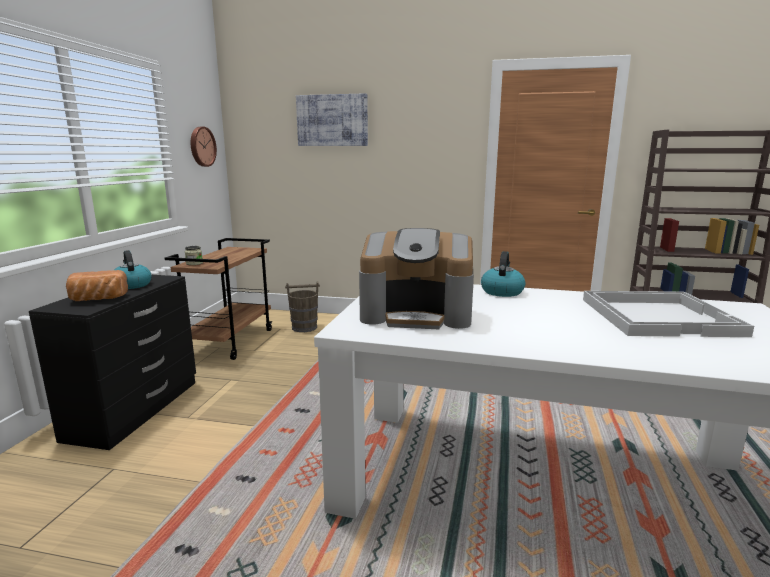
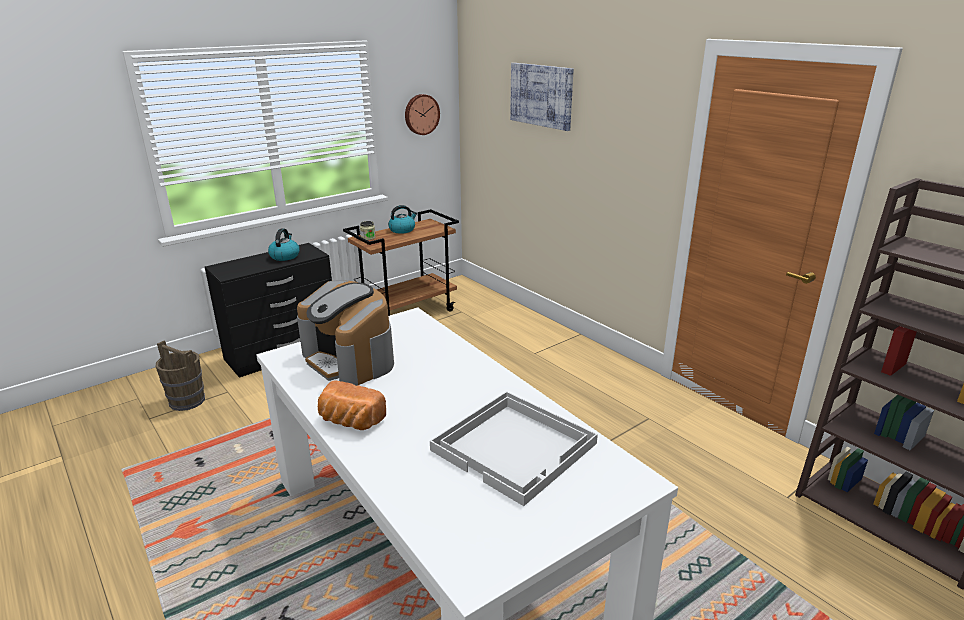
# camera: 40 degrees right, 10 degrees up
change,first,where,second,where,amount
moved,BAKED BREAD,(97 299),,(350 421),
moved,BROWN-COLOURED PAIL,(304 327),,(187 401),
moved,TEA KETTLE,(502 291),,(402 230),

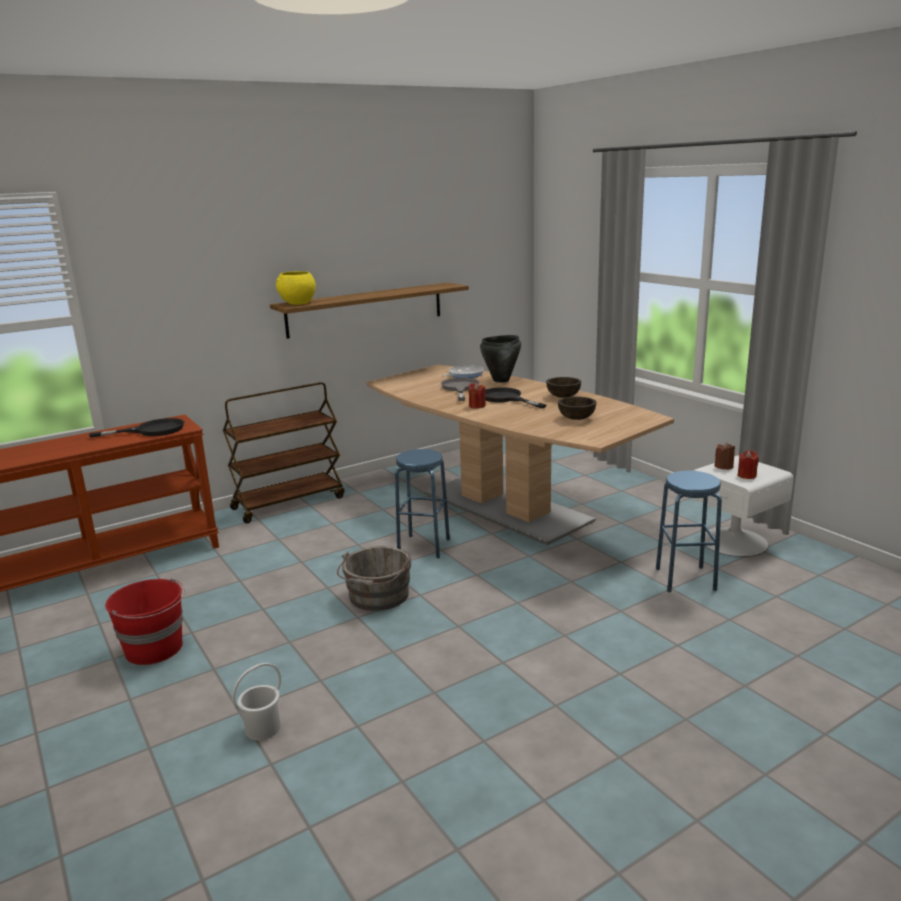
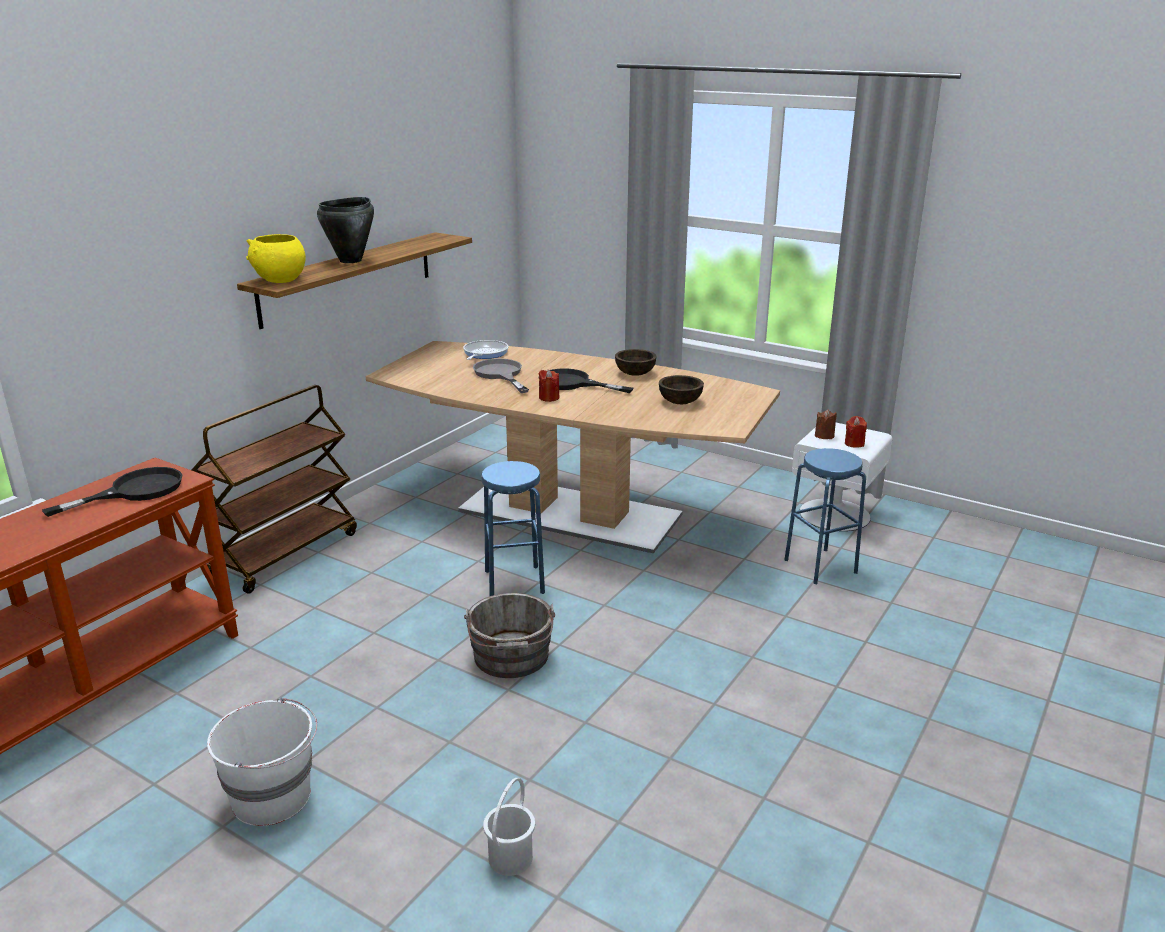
# camera: 25 degrees left, 5 degrees up
change,first,where,second,where,amount
recoloured,RED-COLOURED PAIL,(155 649),WHITISH PAIL,(273 797),
moved,BLACK COOKING POT,(501 380),,(351 260),

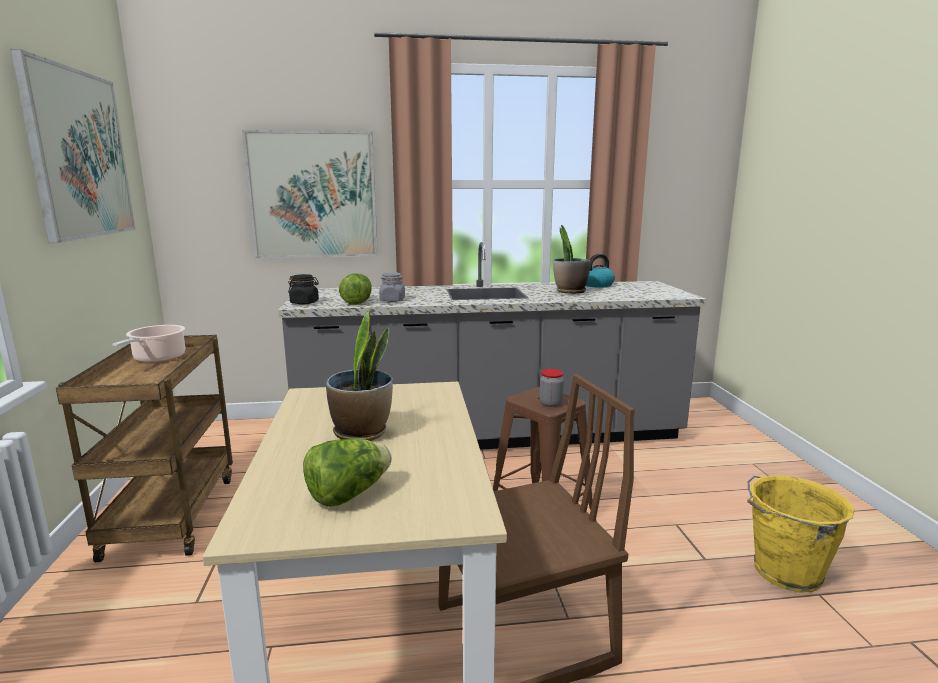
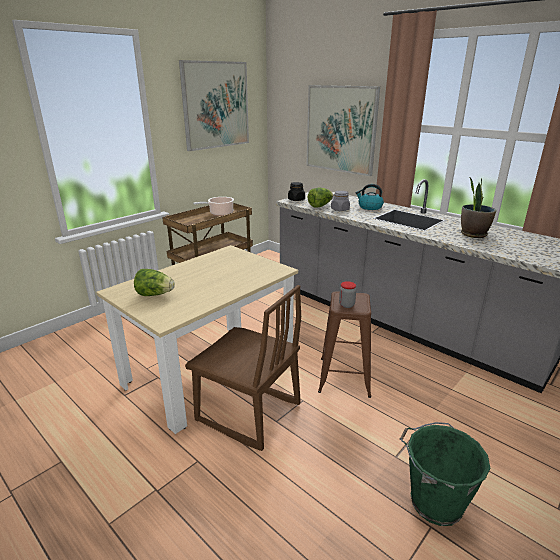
# camera: 50 degrees right, 10 degrees up
change,first,where,second,where,amount
removed,POTTED PLANT,(362 433),,,
moved,TEA KETTLE,(596 285),,(369 207),
recoloured,YELLOW PAIL,(784 572),GREEN PAIL,(434 501),

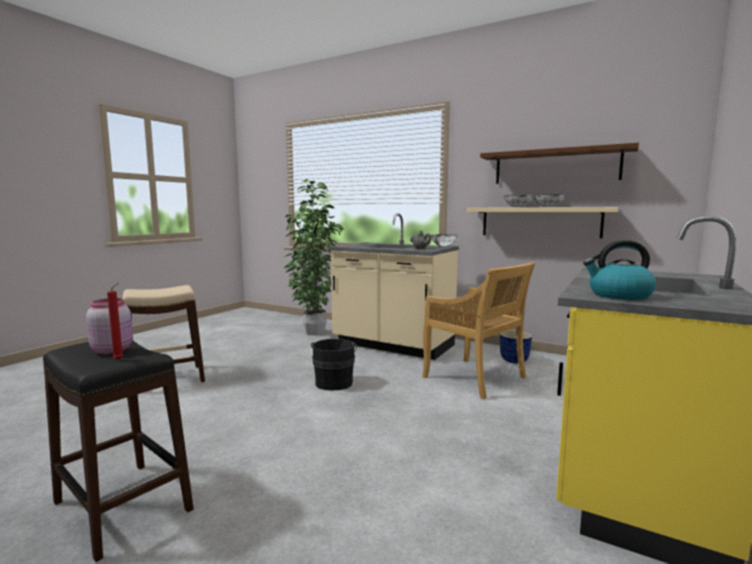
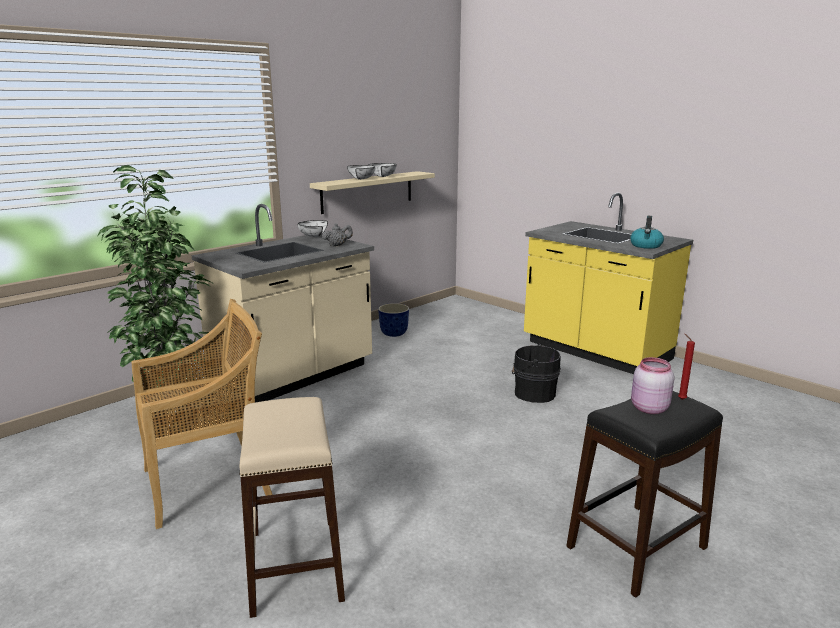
# camera: 75 degrees left, 10 degrees up
change,first,where,second,where,amount
moved,BLACK PAIL,(334 382),,(532 393),
moved,BEIGE-COLOURED CHAIR,(475 378),,(209 481),
removed,BROWN-COLOURED BRACKET SHELF,(555 166),,,

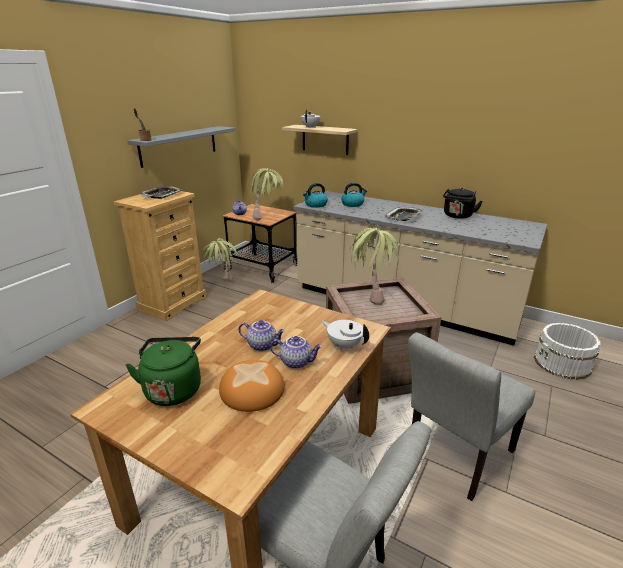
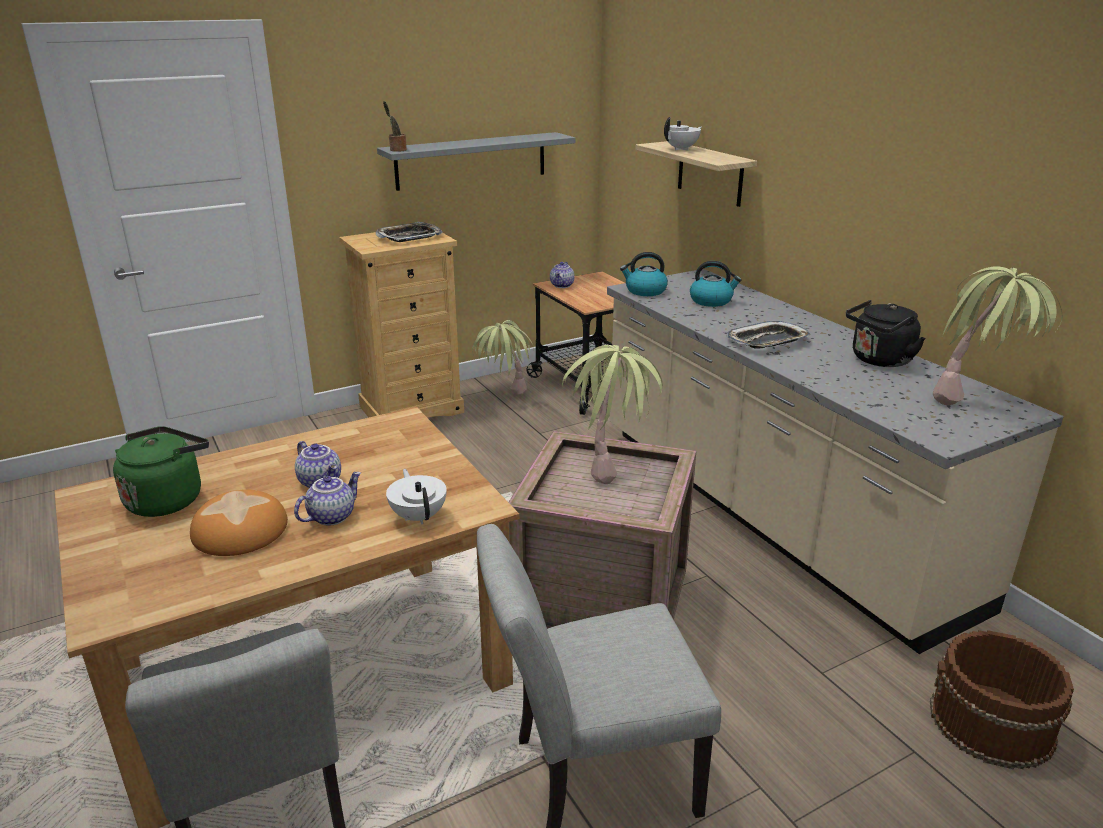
# camera: 30 degrees right, 0 degrees up
change,first,where,second,where,amount
moved,POTTED PLANT,(268 218),,(978 402),
turned,POT FOR TEA,(296 362),,(331 516),90 degrees counterclockwise
recoloured,WHITISH PAIL,(562 363),BROWN-COLOURED PAIL,(991 724),

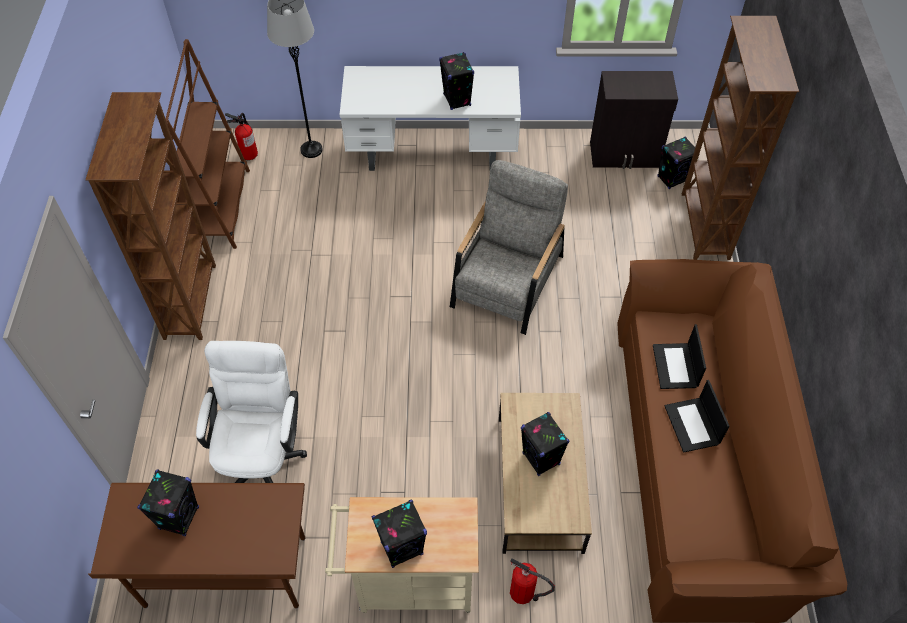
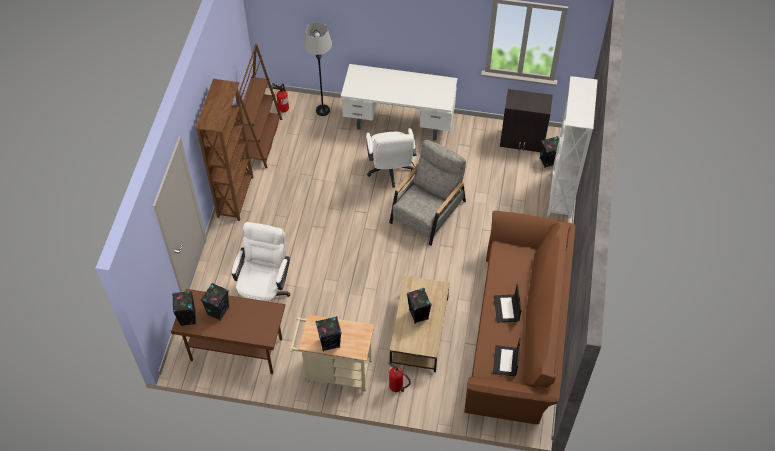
# camera: 10 degrees right, 0 degrees up
change,first,where,second,where,amount
moved,BLACK AUDIO SPEAKER,(457 100),,(188 318),
moved,LAPTOP,(675 366),,(506 361),
recoloured,BROWN-COLOURED SHELVING UNIT,(704 226),WHITISH SHELVING UNIT,(560 195),
added,,,WHITISH OFFICE CHAIR,(390 171),

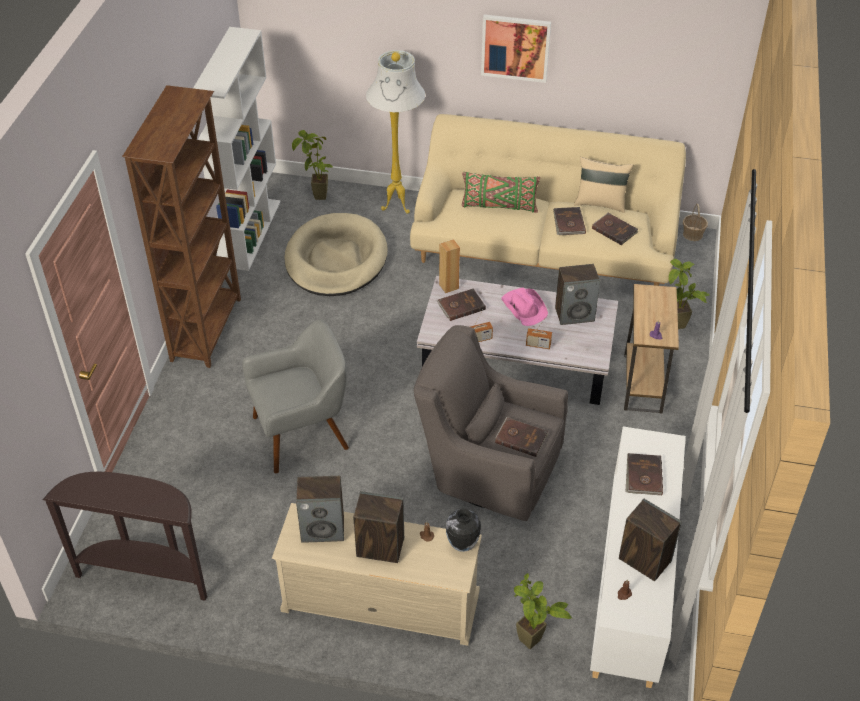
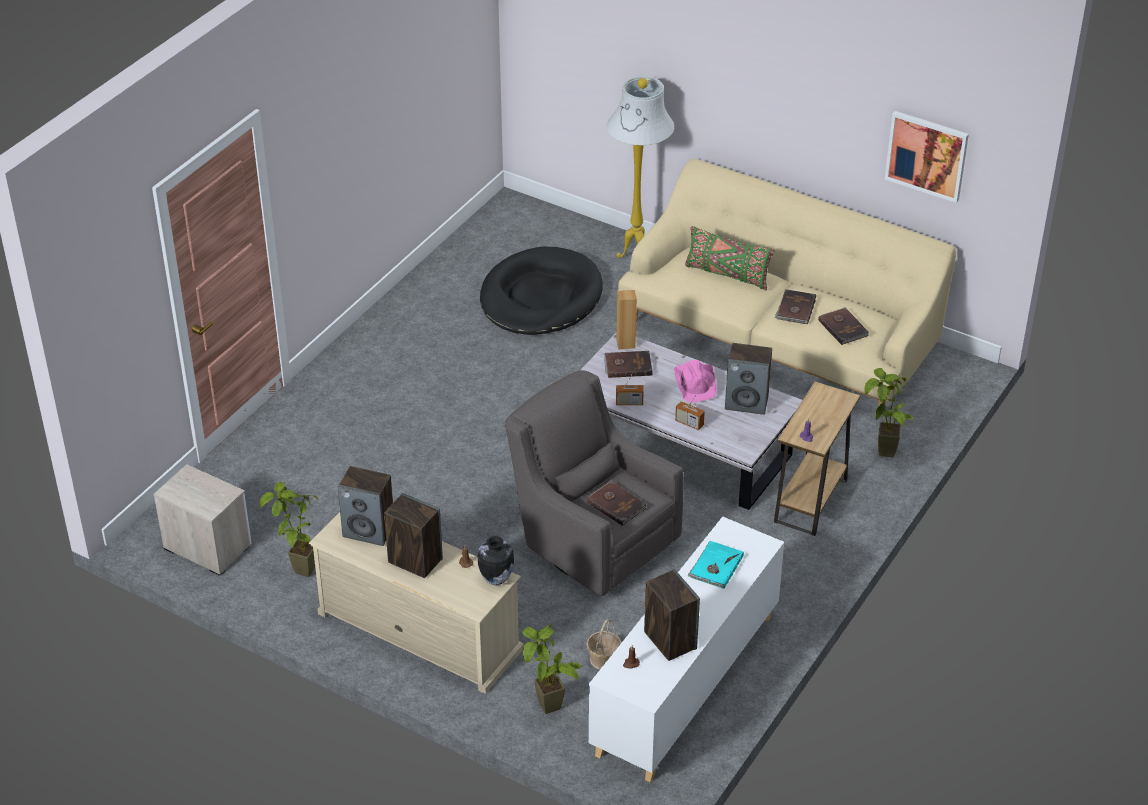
# camera: 20 degrees right, 5 degrees down
change,first,where,second,where,amount
replaced,BROWN-COLOURED NARROW TABLE,(146 573),NIGHTSTAND,(206 546),
removed,BROWN-COLOURED SHELVING UNIT,(207 329),,,
removed,WHITISH SHELVING UNIT,(250 233),,,
removed,GREY ARMCHAIR,(302 433),,,
recoloured,BEIGE-COLOURED PET BED,(336 259),BLACK PET BED,(540 297),
moved,POTTED PLANT,(318 200),,(299 575),
moved,PICTURE,(515 47),,(927 155),
removed,BEIGE-COLOURED THROW PILLOW,(600 203),,,
recoloured,BROWN-COLOURED BOUND BOOK,(643 476),BLUE-GREEN BOUND BOOK,(715 567),
moved,STORAGE BASKET,(692 234),,(603 659),

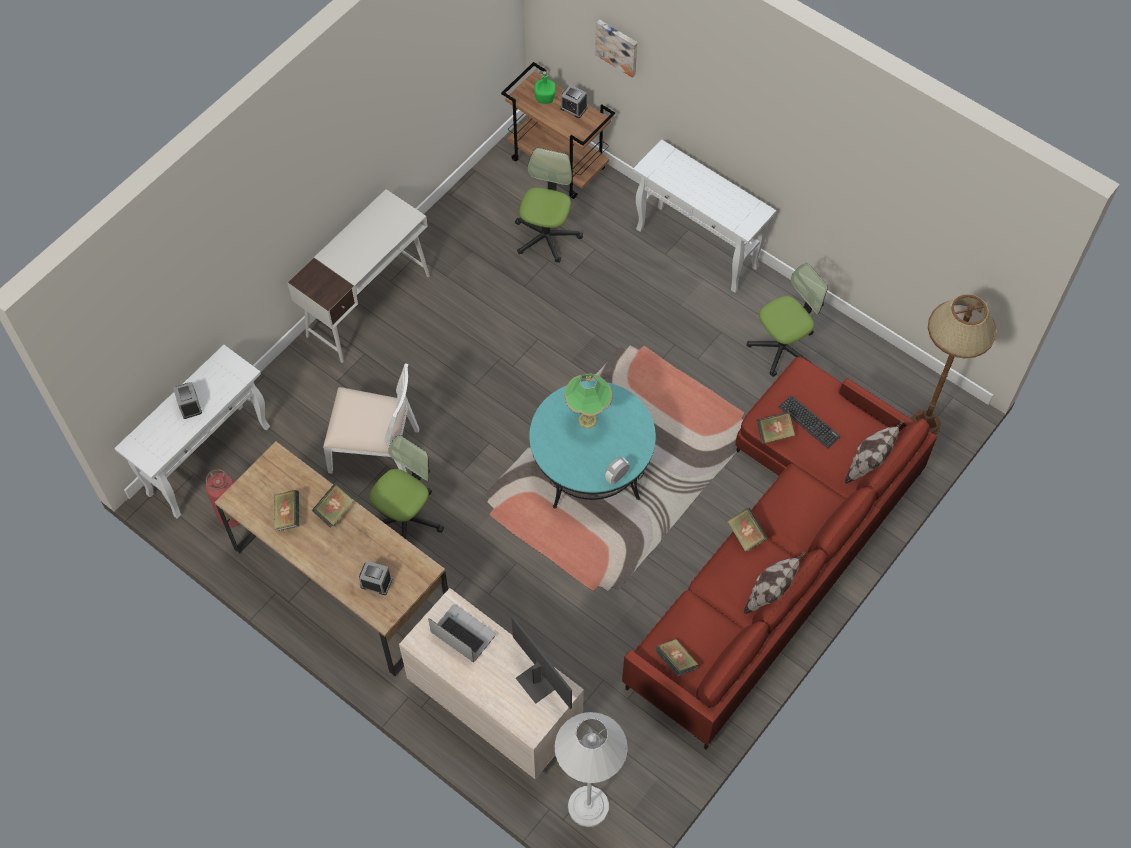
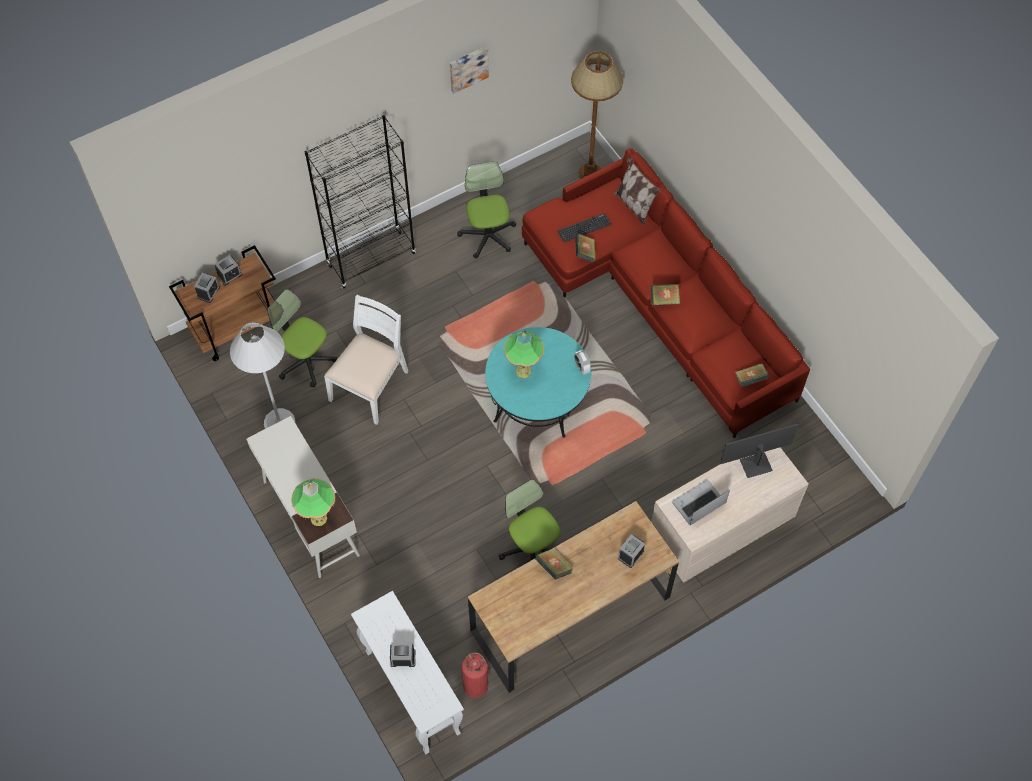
# camera: 70 degrees left, 0 degrees up
change,first,where,second,where,amount
removed,BOUND BOOK,(288 516),,,
moved,WHITISH CHAIR,(375 449),,(370 386),
replaced,GREEN DRINK BOTTLE,(545 98),BEDSIDE CLOCK,(208 292),
moved,WHITISH FLOOR LAMP,(588 806),,(279 422),
moved,PICTURE,(617 47),,(468 68),
replaced,WHITISH NARROW TABLE,(698 249),BLACK SHELVING UNIT,(371 259),
removed,THROW PILLOW,(770 594),,,
added,,,TABLETOP LAMP,(319 518),

